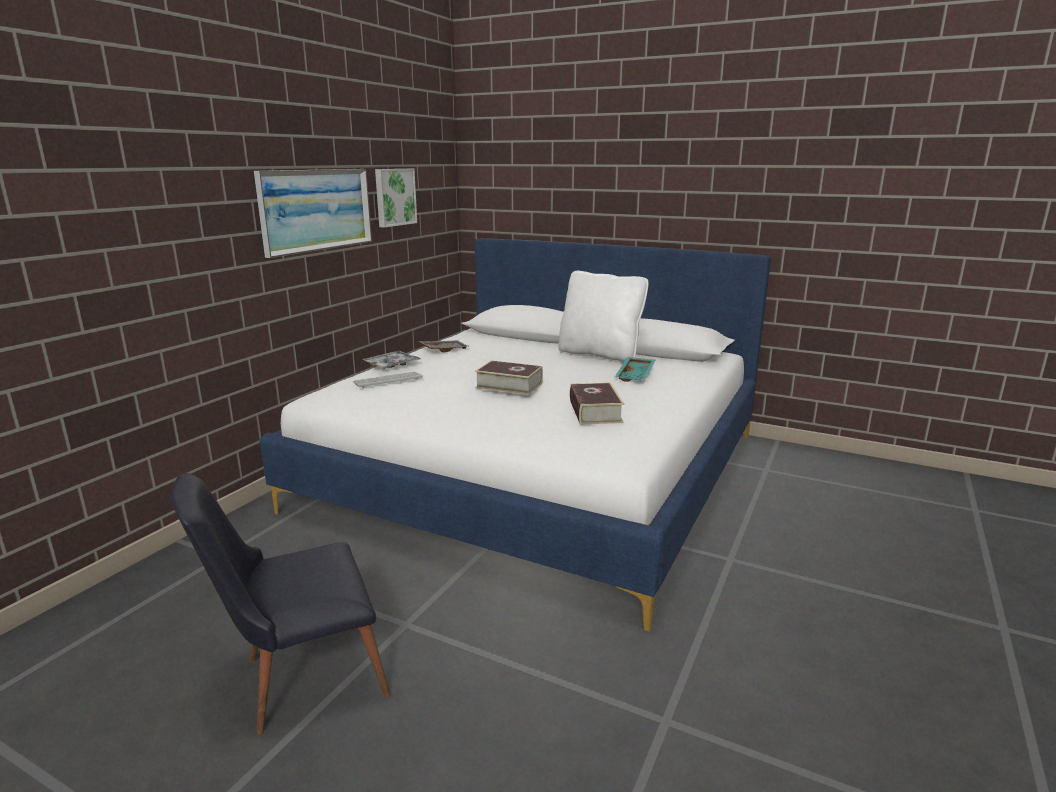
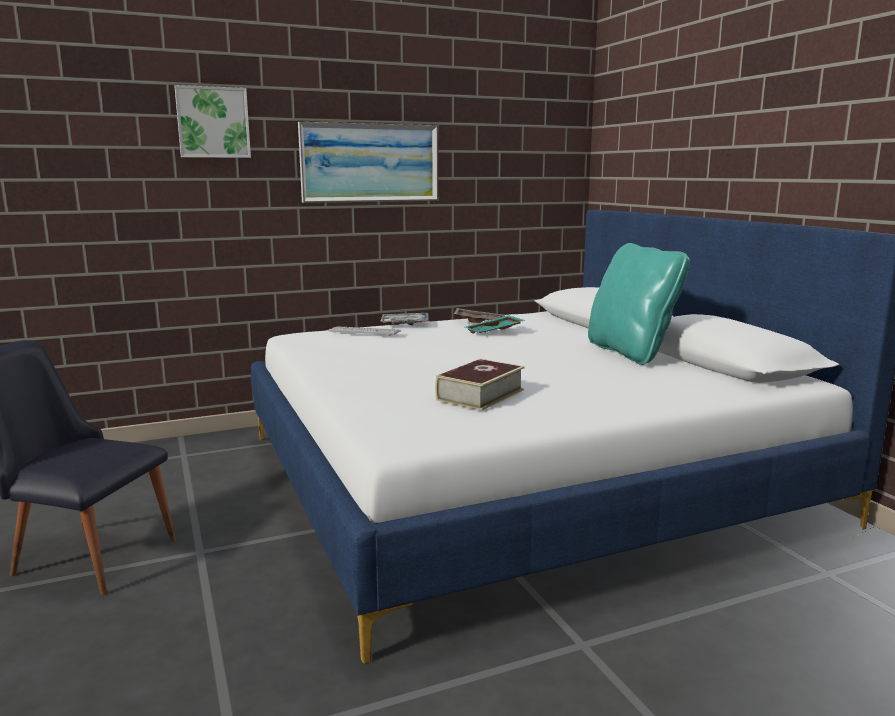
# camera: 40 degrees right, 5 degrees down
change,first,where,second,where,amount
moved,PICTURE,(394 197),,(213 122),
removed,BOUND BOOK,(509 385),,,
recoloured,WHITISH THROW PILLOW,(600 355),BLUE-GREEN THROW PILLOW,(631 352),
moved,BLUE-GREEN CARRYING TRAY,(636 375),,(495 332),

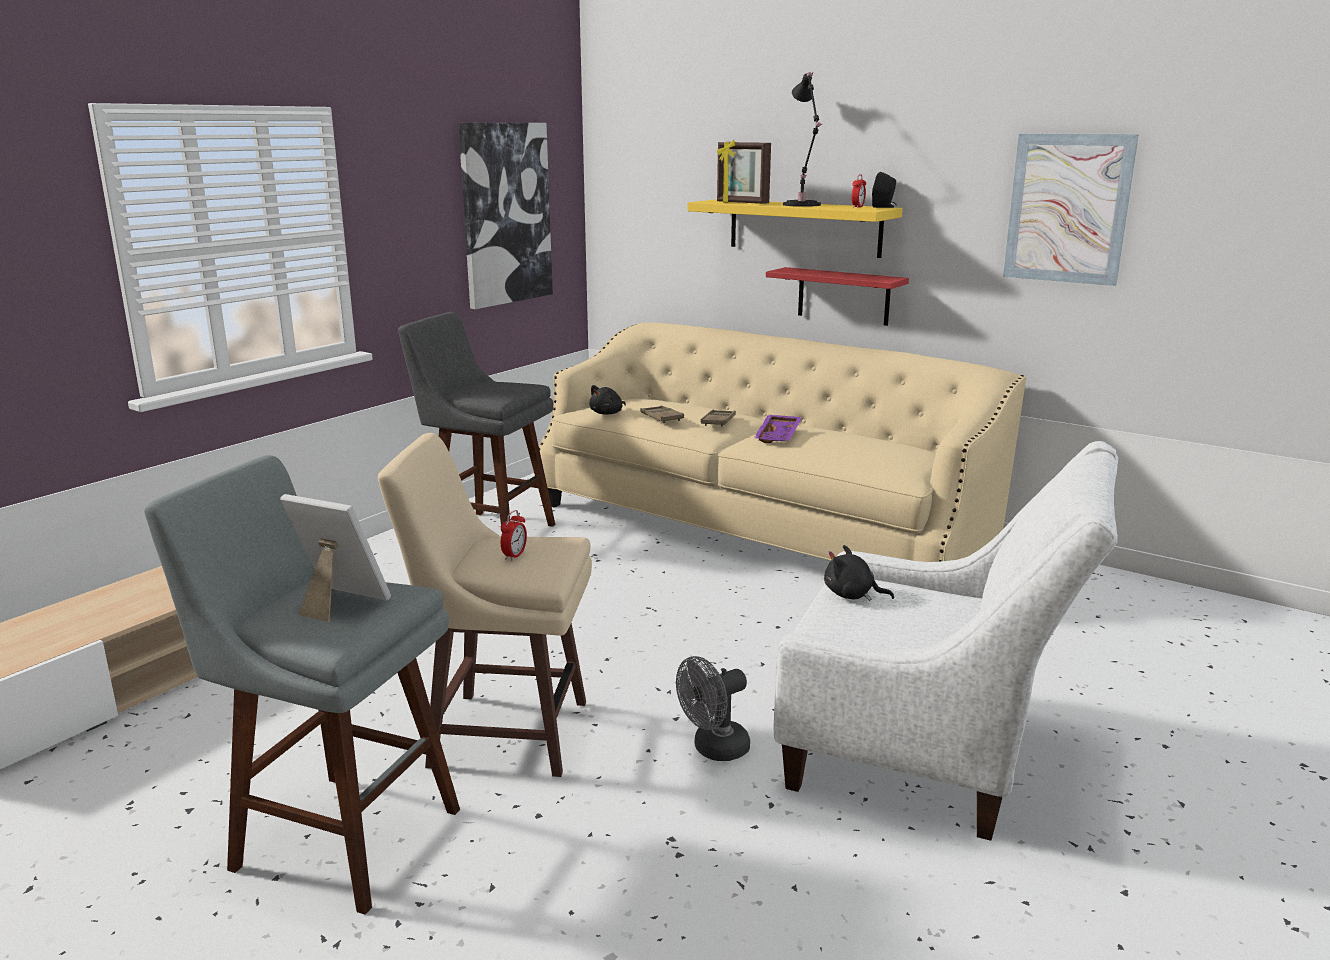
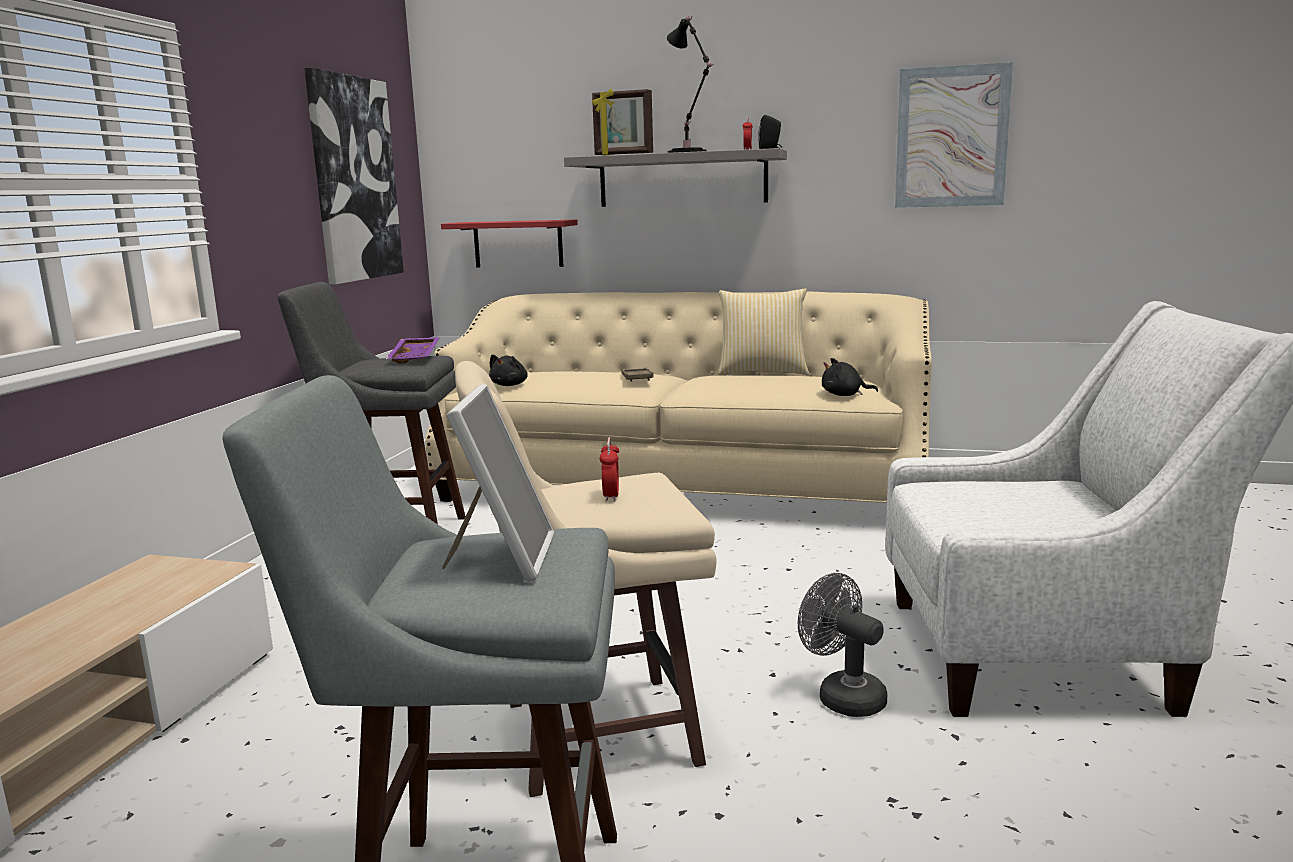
# camera: 20 degrees left, 5 degrees down
change,first,where,second,where,amount
turned,STANDING FRAME,(338 603),,(502 558),90 degrees clockwise
removed,BROWN-COLOURED CARRYING TRAY,(661 418),,,
turned,GREY FAN,(714 750),,(843 696),105 degrees clockwise
recoloured,YELLOW BRACKET SHELF,(804 227),GREY BRACKET SHELF,(682 179),
moved,PURPLE-COLOURED CARRYING TRAY,(779 436),,(416 358),
moved,RED-COLOURED BRACKET SHELF,(843 296),,(518 244),
moved,BLACK SOFT TOY,(852 595),,(844 395),
added,,,THROW PILLOW,(762 372),

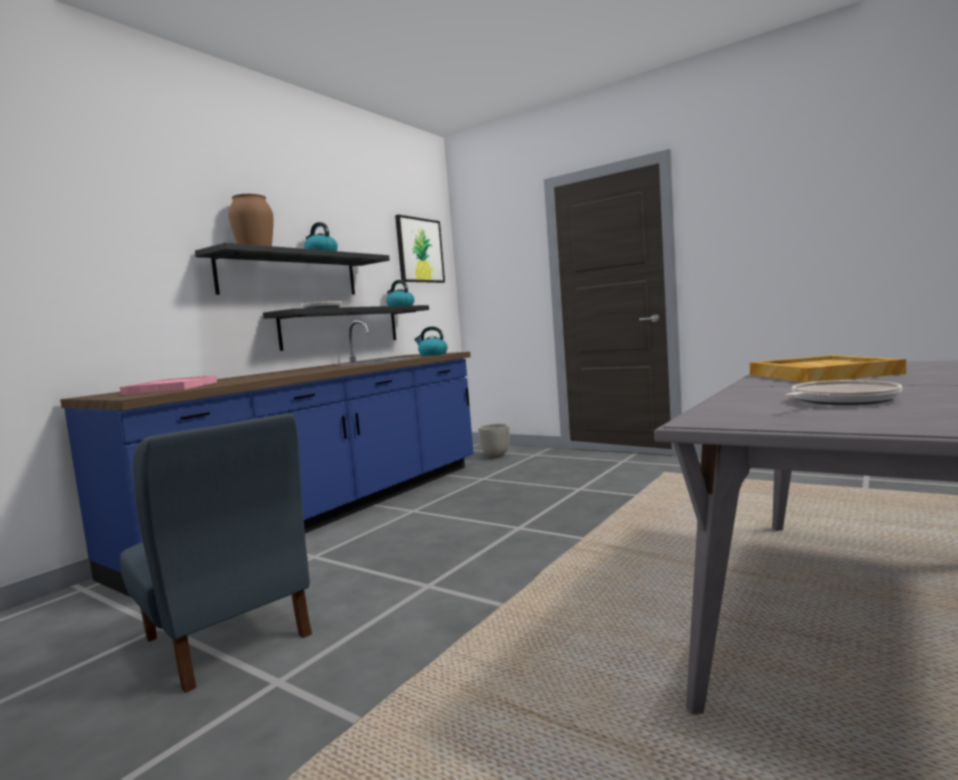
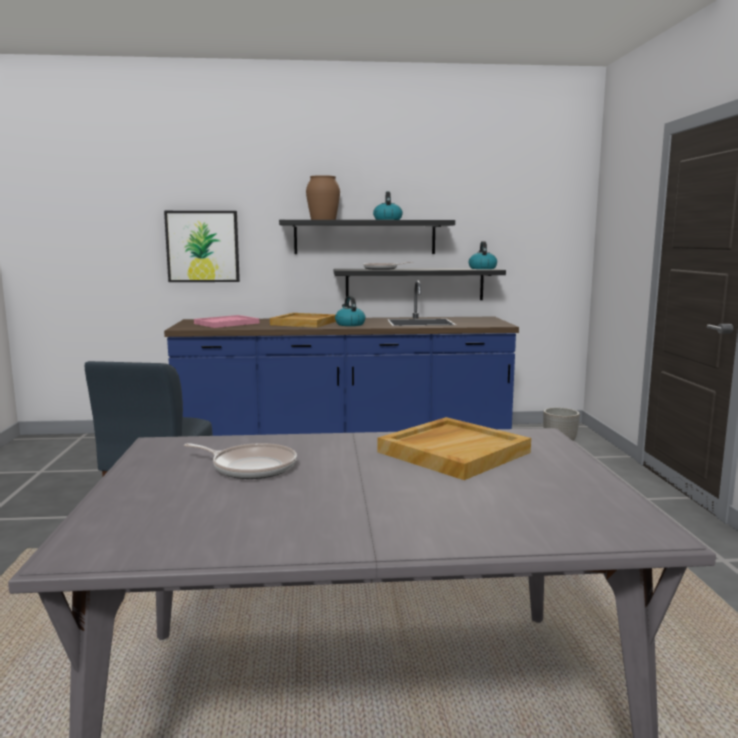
# camera: 50 degrees right, 5 degrees up
change,first,where,second,where,amount
moved,PICTURE,(419 250),,(202 246),
moved,TEA KETTLE,(432 354),,(349 324),
added,,,BEIGE-COLOURED CARRYING TRAY,(305 323),

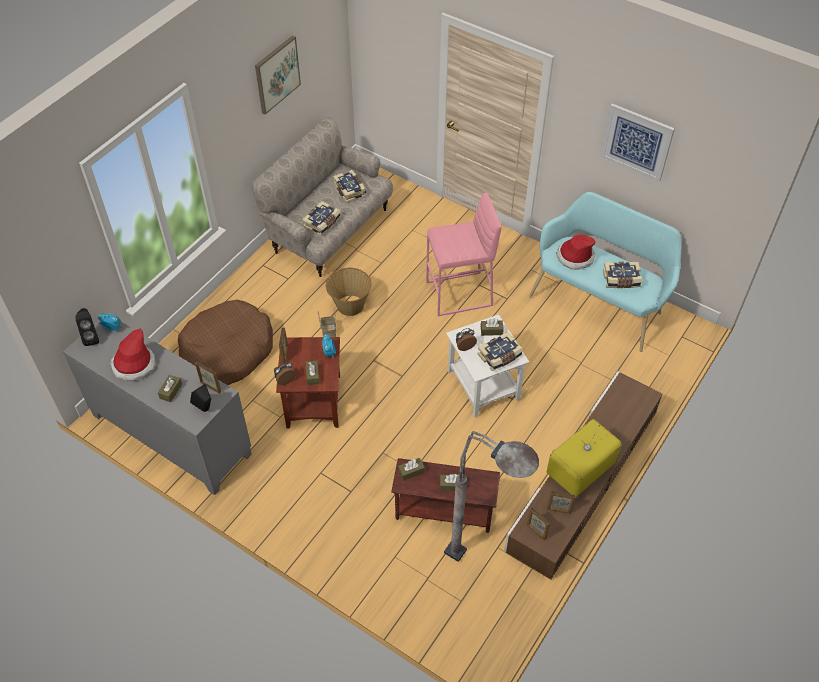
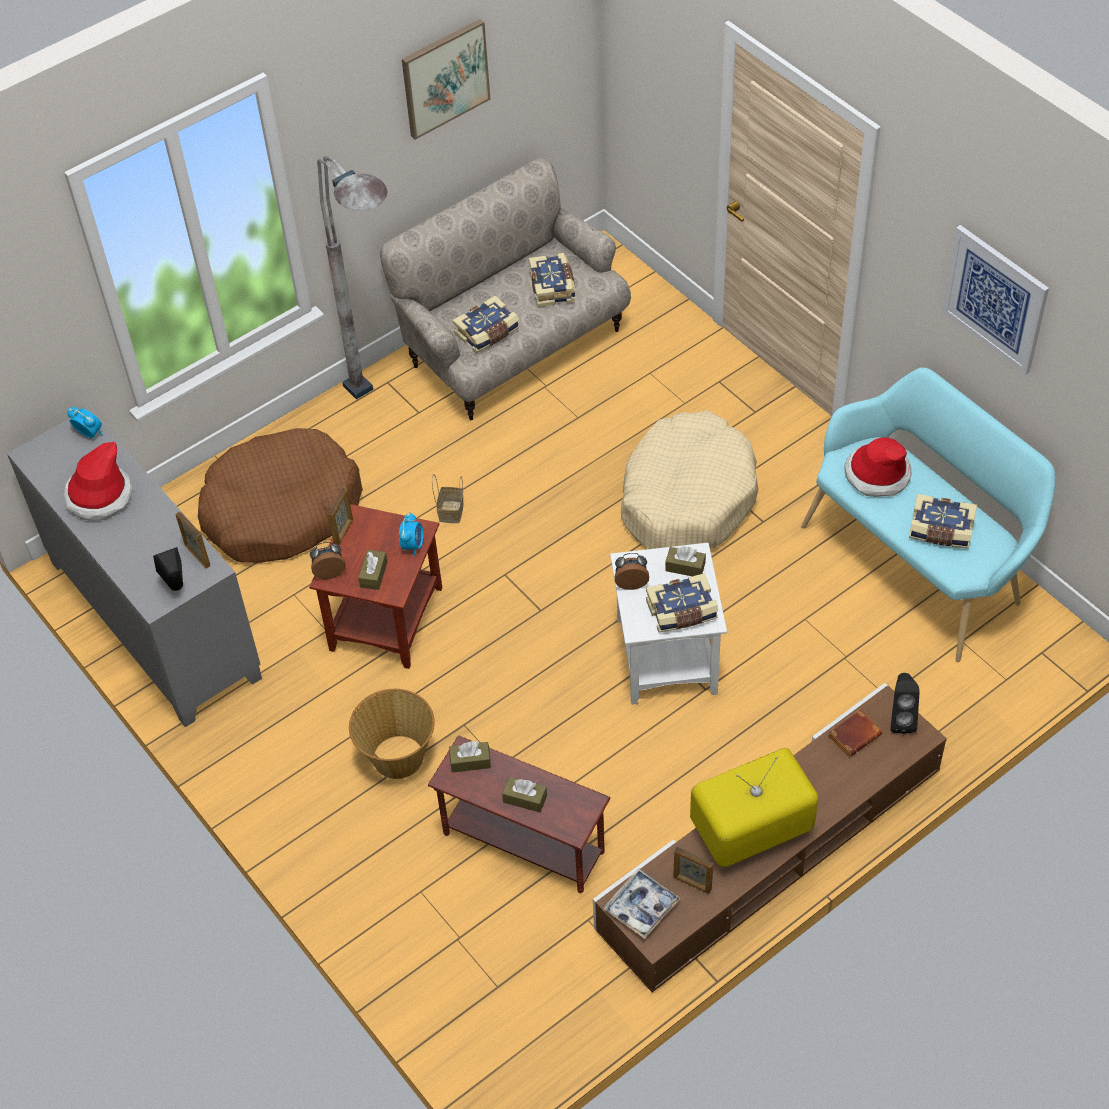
# camera: 20 degrees right, 0 degrees up
change,first,where,second,where,amount
moved,BLACK AUDIO SPEAKER,(91 337),,(900 719),
removed,BROWN-COLOURED TISSUE HOLDER,(171 391),,,
moved,STORAGE BASKET,(350 305),,(397 756),
replaced,PINK-COLOURED STOOL SEAT,(460 294),BEIGE-COLOURED PET BED,(687 497),
moved,GREY FLOOR LAMP,(484 570),,(384 415),
replaced,STANDING FRAME,(536 531),CARRYING TRAY,(641 907),
added,,,BROWN-COLOURED BOUND BOOK,(854 734),

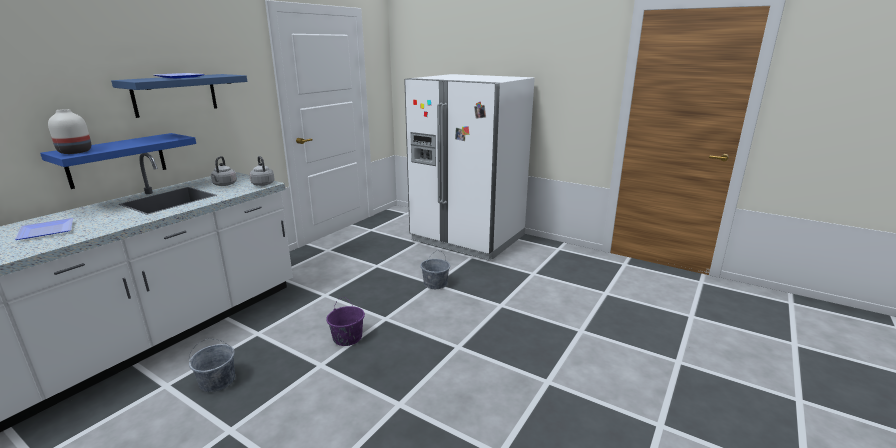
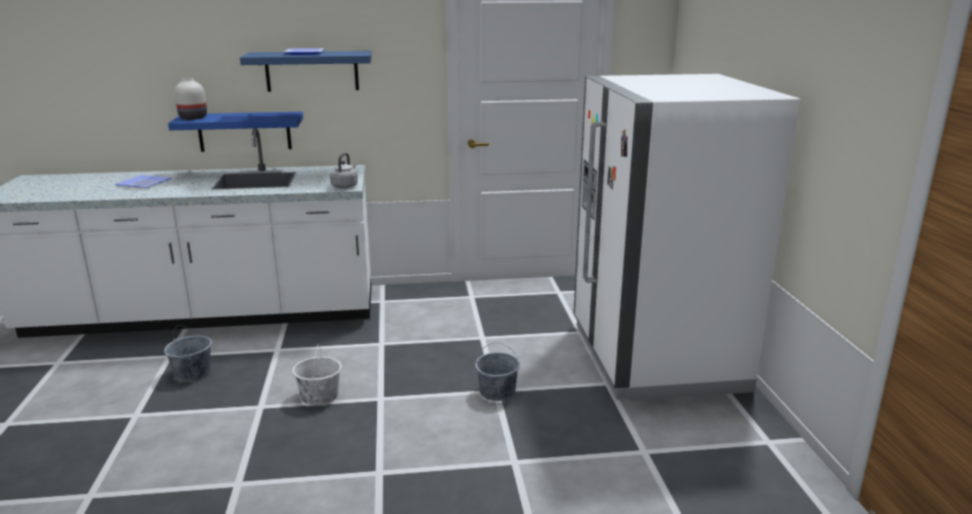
# camera: 50 degrees right, 0 degrees up
change,first,where,second,where,amount
removed,GREY TEA KETTLE,(224 185),,,
recoloured,PURPLE-COLOURED PAIL,(347 337),WHITISH PAIL,(319 396),

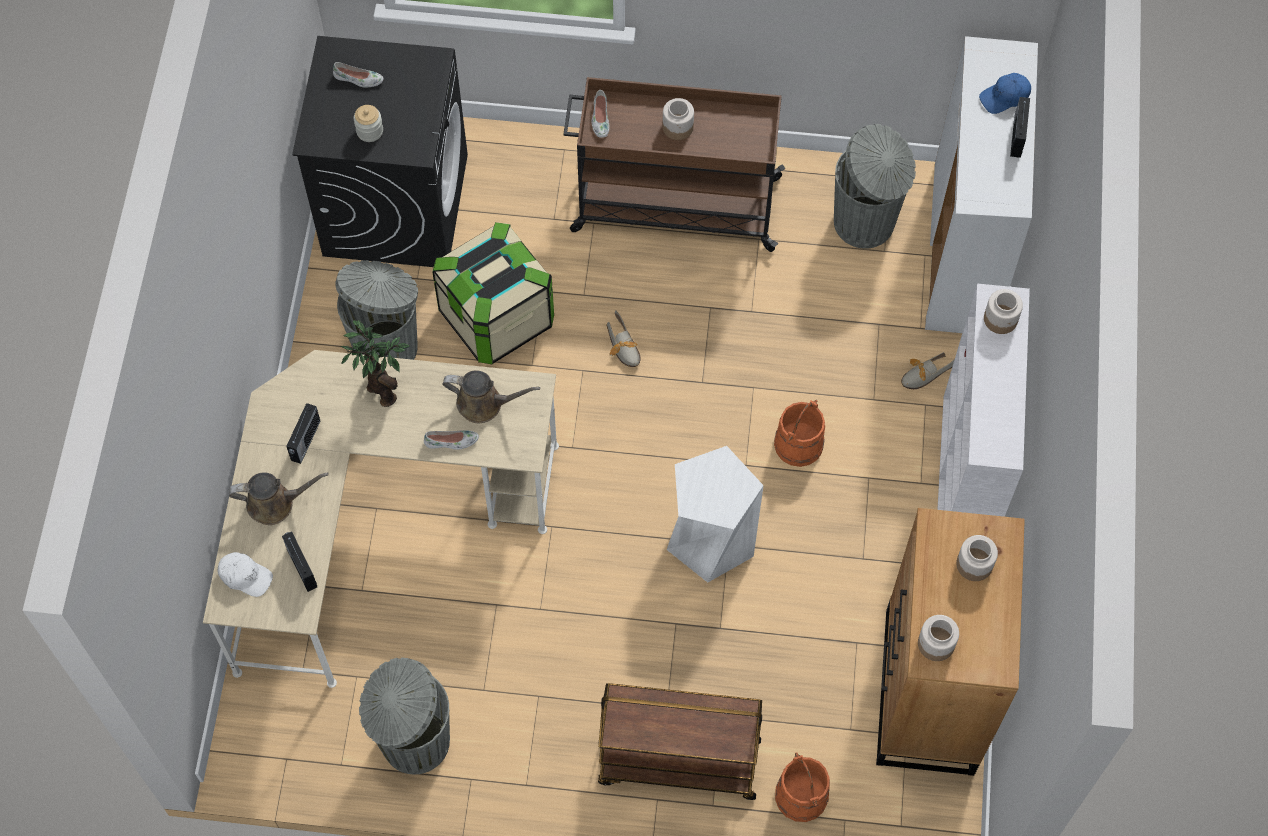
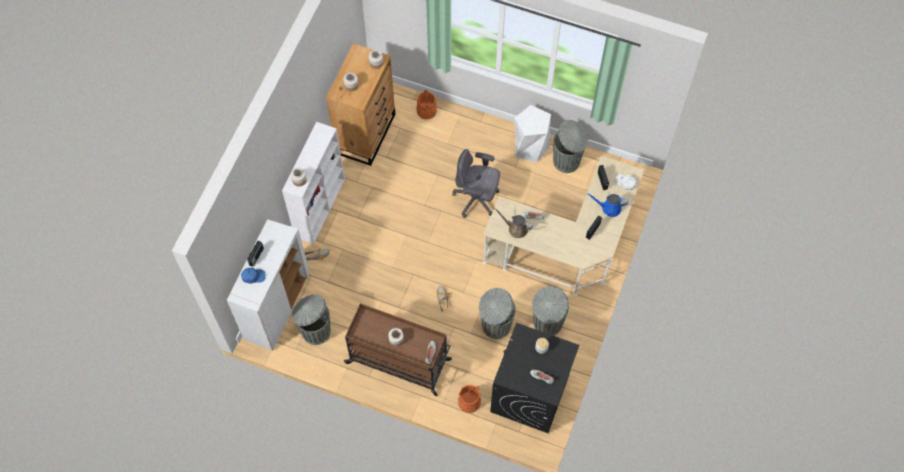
# camera: 165 degrees left, 0 degrees up
change,first,where,second,where,amount
recoloured,BROWN-COLOURED WATERING CAN,(275 503),BLUISH WATERING CAN,(609 208),
removed,POTTED PLANT,(381 389),,,
replaced,STORAGE BOX,(497 317),GREY TRASH CAN,(495 326),
removed,BROWN-COLOURED CART,(677 762),,,
moved,WHITISH STOOL SEAT,(710 539),,(530 147),
moved,ORANGE PAIL,(799 444),,(469 401),
added,,,GREY OFFICE CHAIR,(476 199),

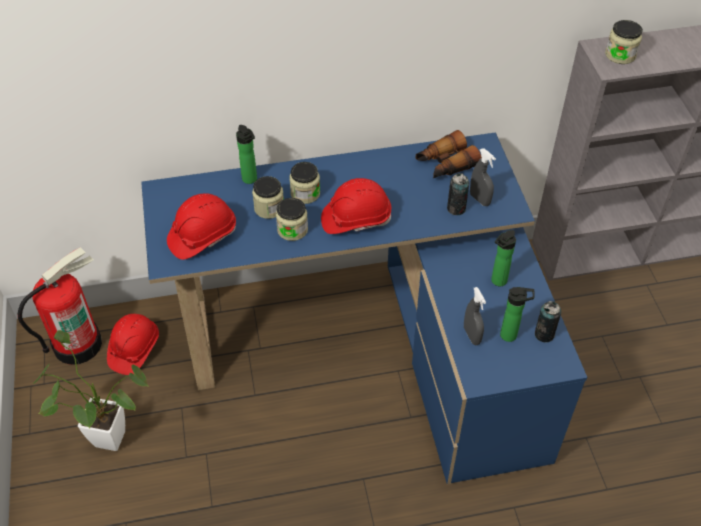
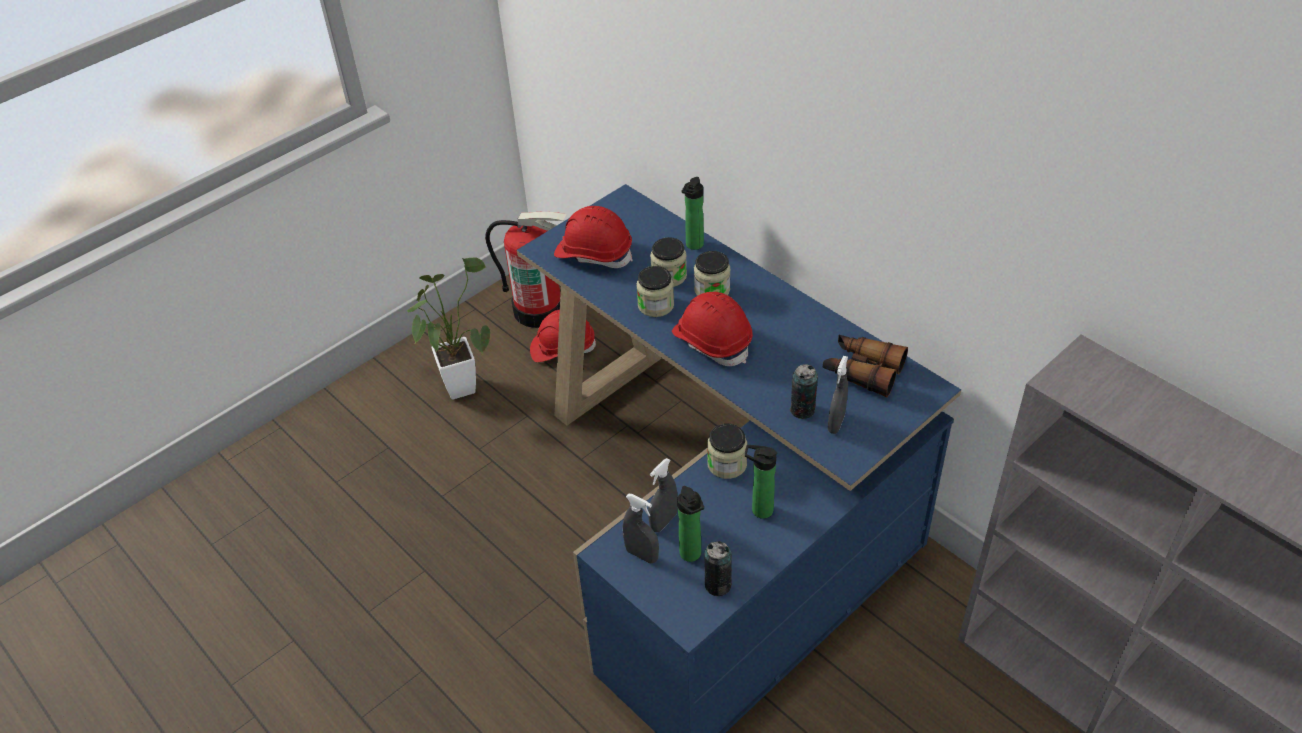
# camera: 60 degrees right, 5 degrees down
change,first,where,second,where,amount
moved,JAR,(620 55),,(727 464),
added,,,GREY SPRAYER,(642 555),

